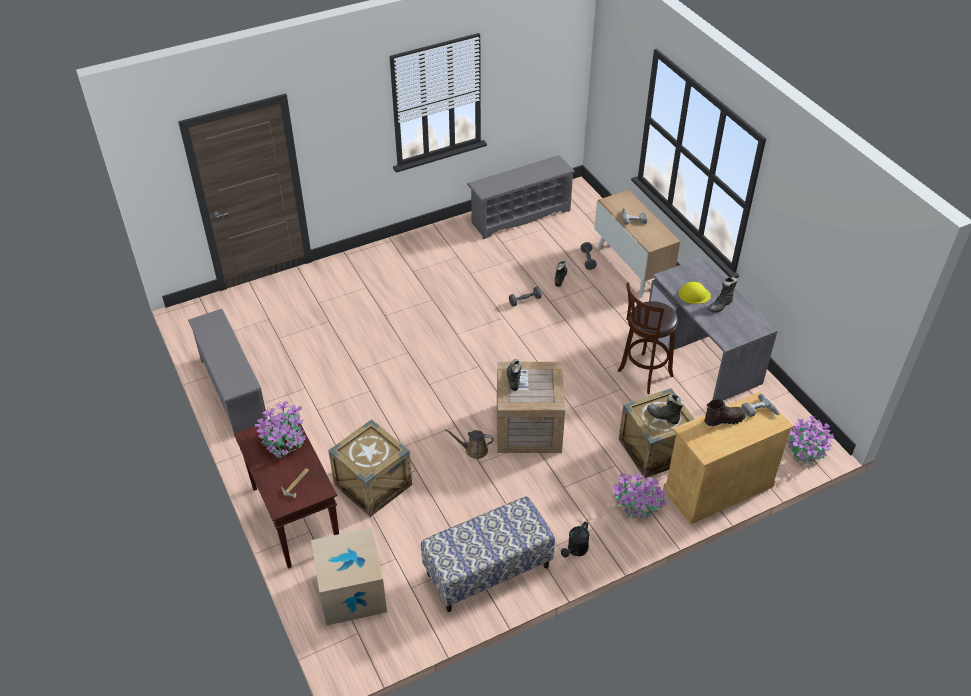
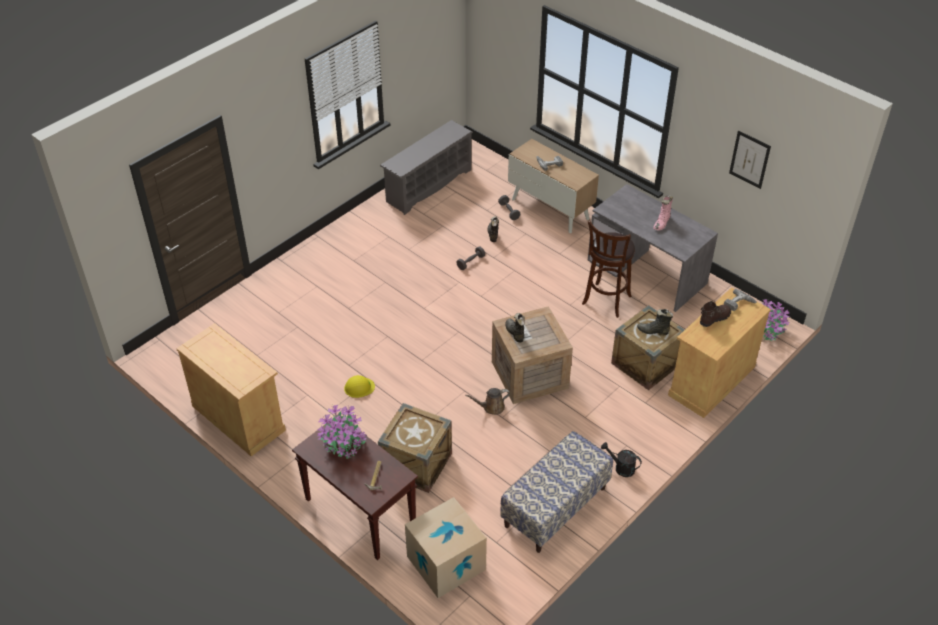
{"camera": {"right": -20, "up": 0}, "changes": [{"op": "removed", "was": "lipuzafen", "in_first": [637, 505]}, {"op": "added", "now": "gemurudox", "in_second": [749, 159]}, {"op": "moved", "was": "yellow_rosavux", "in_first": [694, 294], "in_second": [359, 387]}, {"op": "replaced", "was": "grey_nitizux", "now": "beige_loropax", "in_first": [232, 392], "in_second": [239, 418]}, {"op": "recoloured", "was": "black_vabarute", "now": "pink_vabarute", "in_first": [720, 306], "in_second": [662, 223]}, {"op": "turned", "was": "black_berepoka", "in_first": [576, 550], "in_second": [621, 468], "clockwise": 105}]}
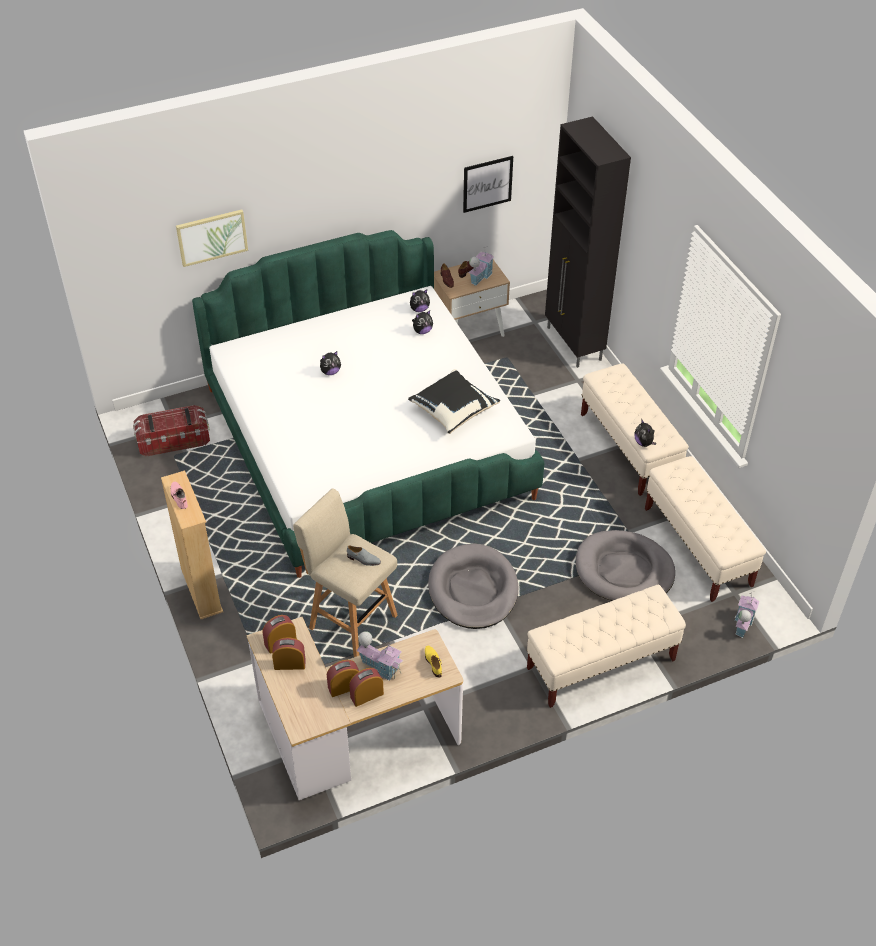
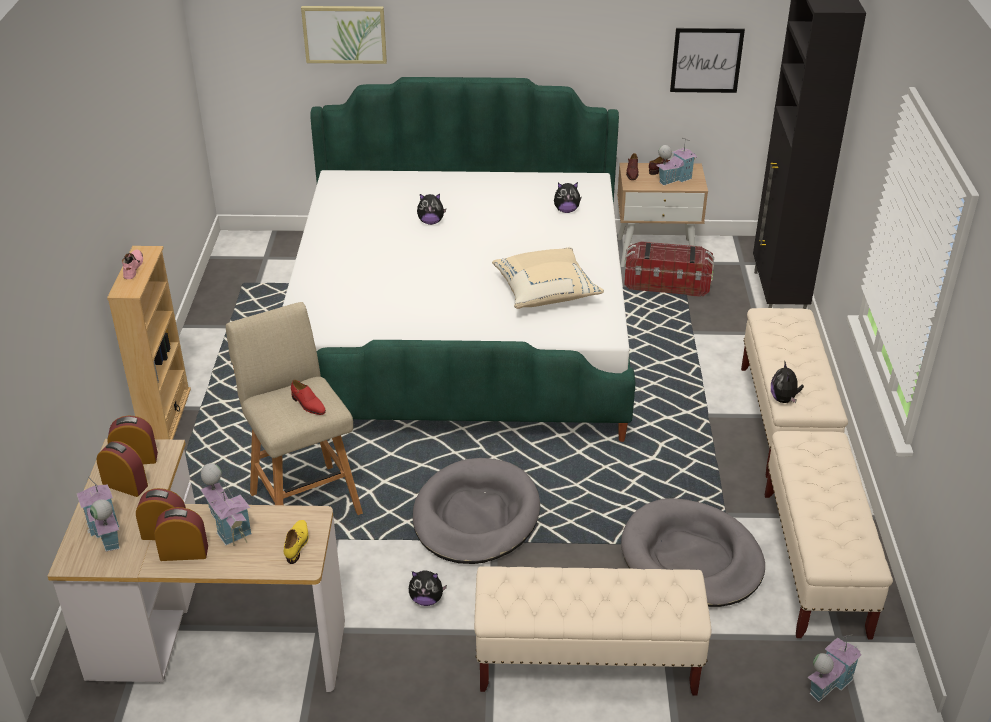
{"camera": {"right": 25, "up": -10}, "changes": [{"op": "added", "now": "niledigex", "in_second": [105, 533]}, {"op": "moved", "was": "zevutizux", "in_first": [173, 440], "in_second": [666, 283]}, {"op": "moved", "was": "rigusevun", "in_first": [419, 309], "in_second": [426, 599]}, {"op": "recoloured", "was": "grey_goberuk", "now": "red_goberuk", "in_first": [363, 560], "in_second": [308, 405]}, {"op": "recoloured", "was": "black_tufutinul", "now": "beige_tufutinul", "in_first": [453, 410], "in_second": [545, 292]}]}
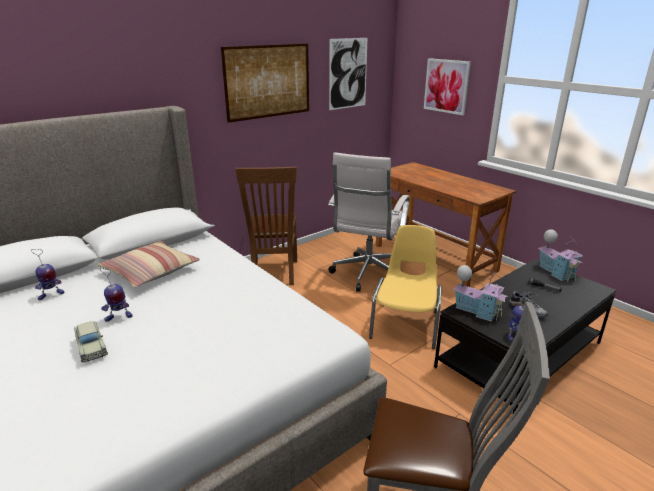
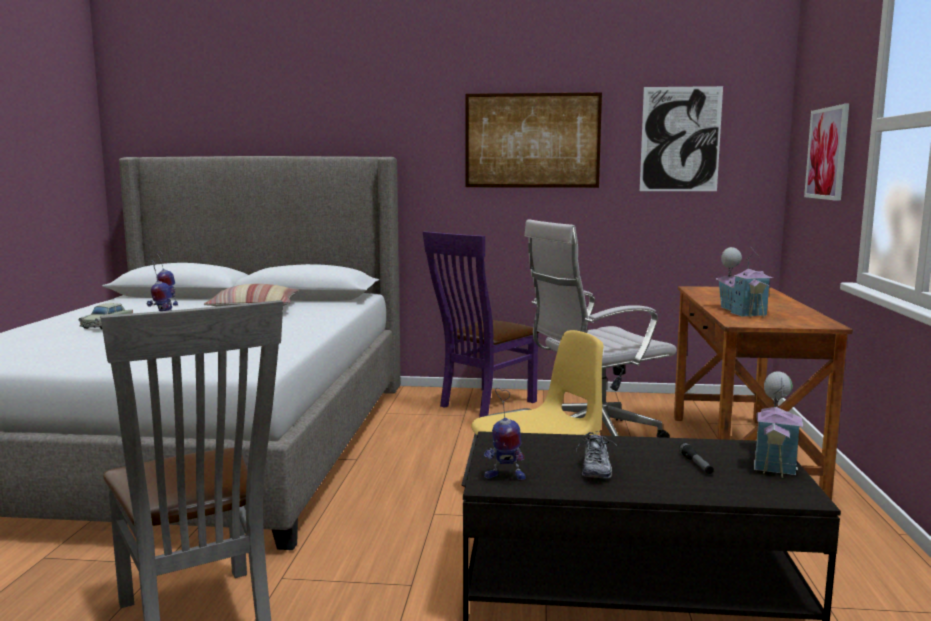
{"camera": {"right": 45, "up": -15}, "changes": [{"op": "moved", "was": "niledigex", "in_first": [477, 311], "in_second": [741, 311]}, {"op": "recoloured", "was": "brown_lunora", "now": "purple_lunora", "in_first": [274, 274], "in_second": [483, 404]}]}
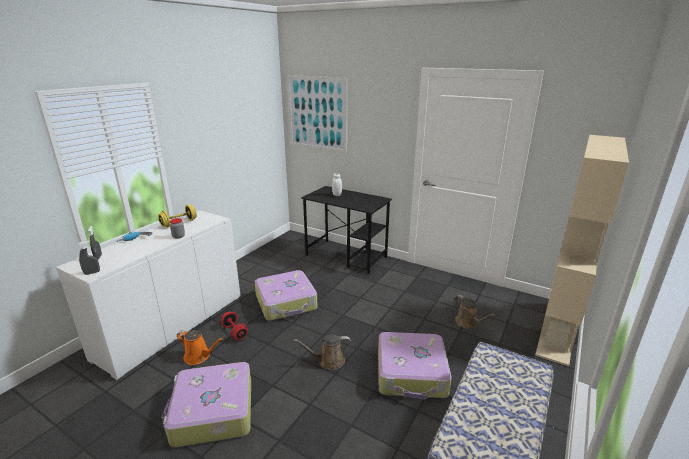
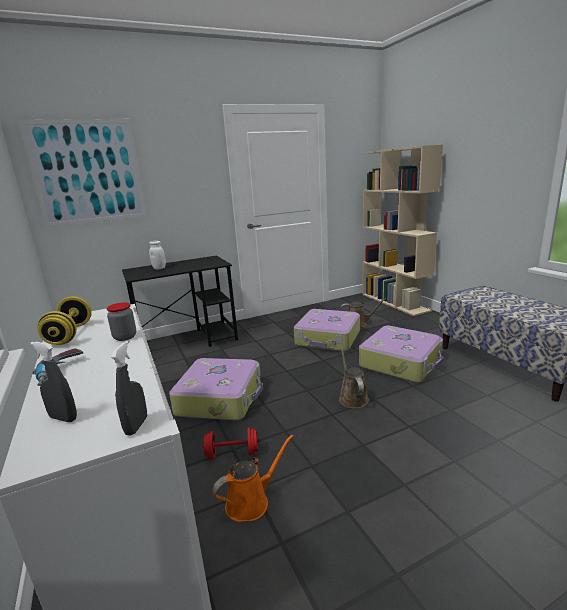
{"camera": {"right": -55, "up": -5}, "changes": [{"op": "moved", "was": "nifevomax", "in_first": [212, 412], "in_second": [328, 338]}, {"op": "turned", "was": "brown_berepoka", "in_first": [328, 361], "in_second": [352, 398], "clockwise": 150}]}
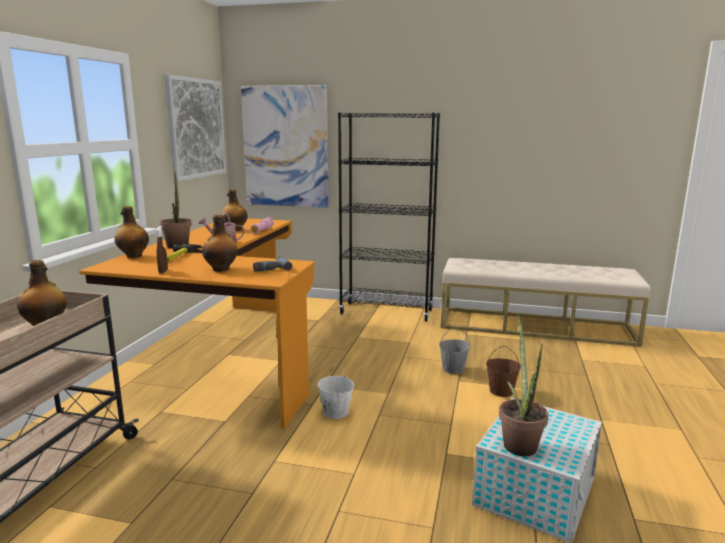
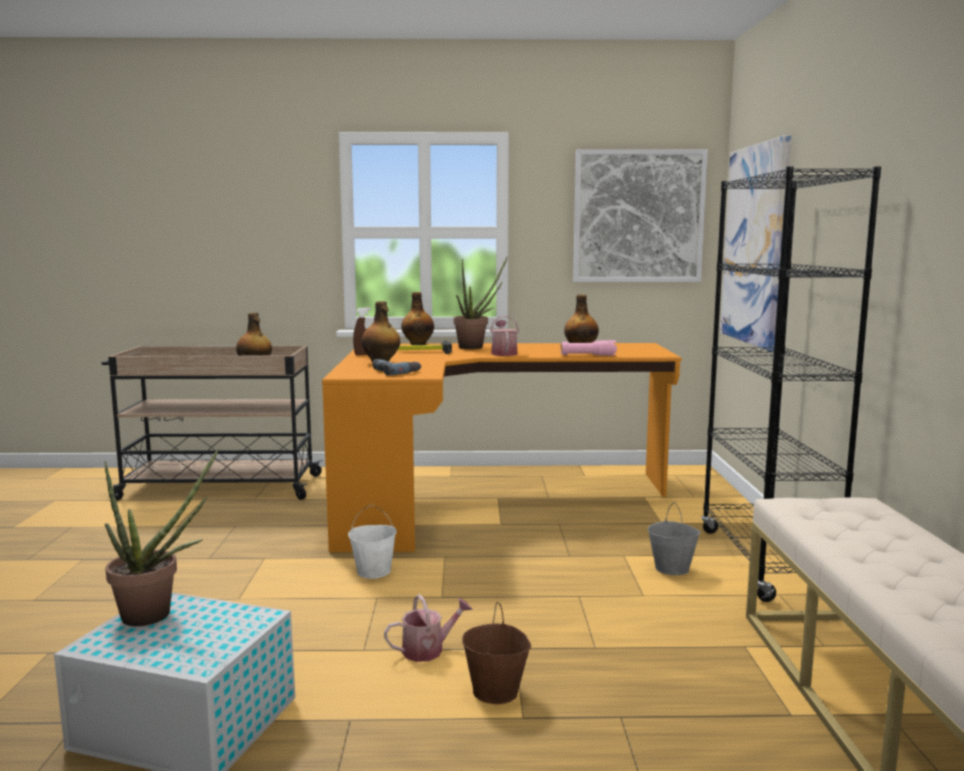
{"camera": {"right": 75, "up": -5}, "changes": [{"op": "added", "now": "berepoka", "in_second": [428, 650]}, {"op": "moved", "was": "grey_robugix", "in_first": [453, 369], "in_second": [672, 569]}]}
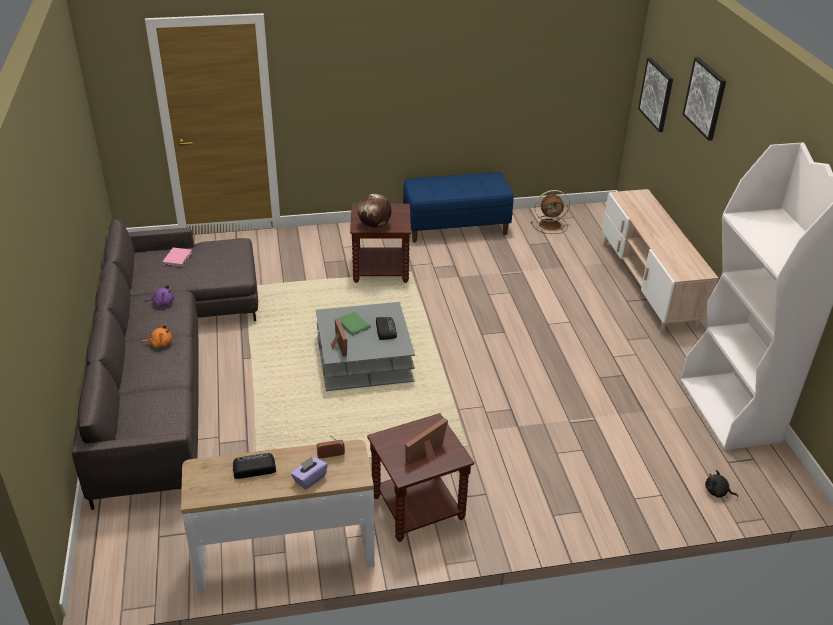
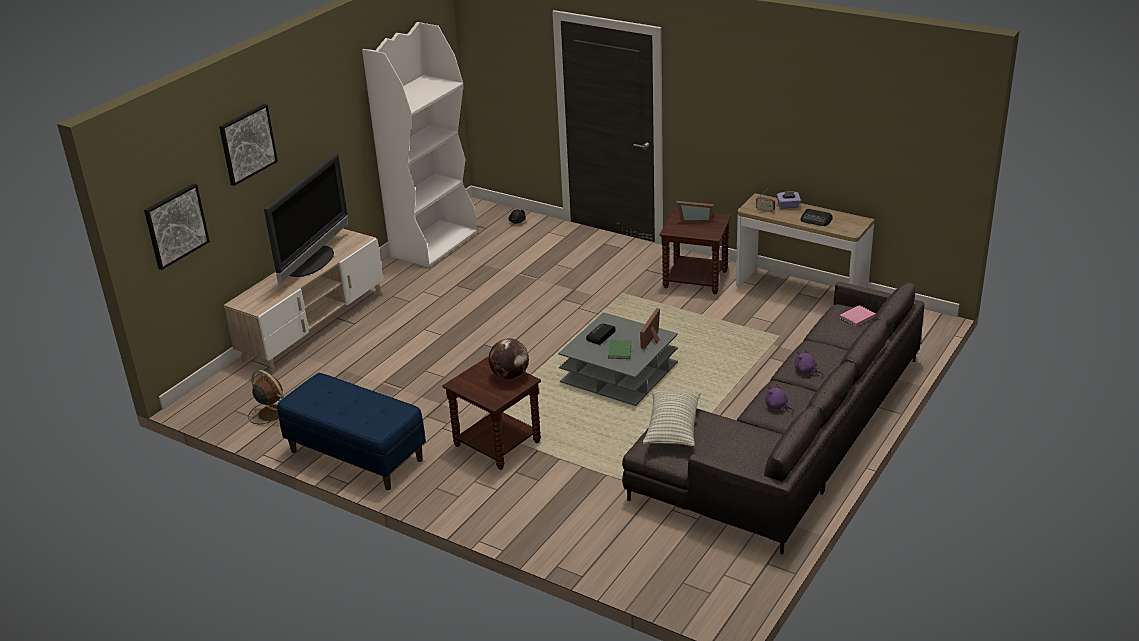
{"camera": {"right": -135, "up": -5}, "changes": [{"op": "added", "now": "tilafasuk", "in_second": [313, 262]}, {"op": "added", "now": "tufutinul", "in_second": [672, 428]}, {"op": "moved", "was": "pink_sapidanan", "in_first": [178, 258], "in_second": [856, 317]}, {"op": "recoloured", "was": "orange_rigusevun", "now": "purple_rigusevun", "in_first": [160, 343], "in_second": [806, 371]}]}
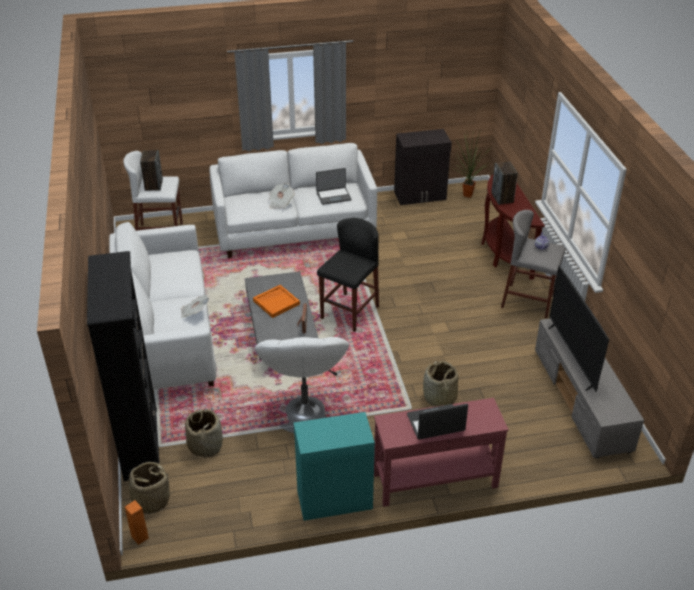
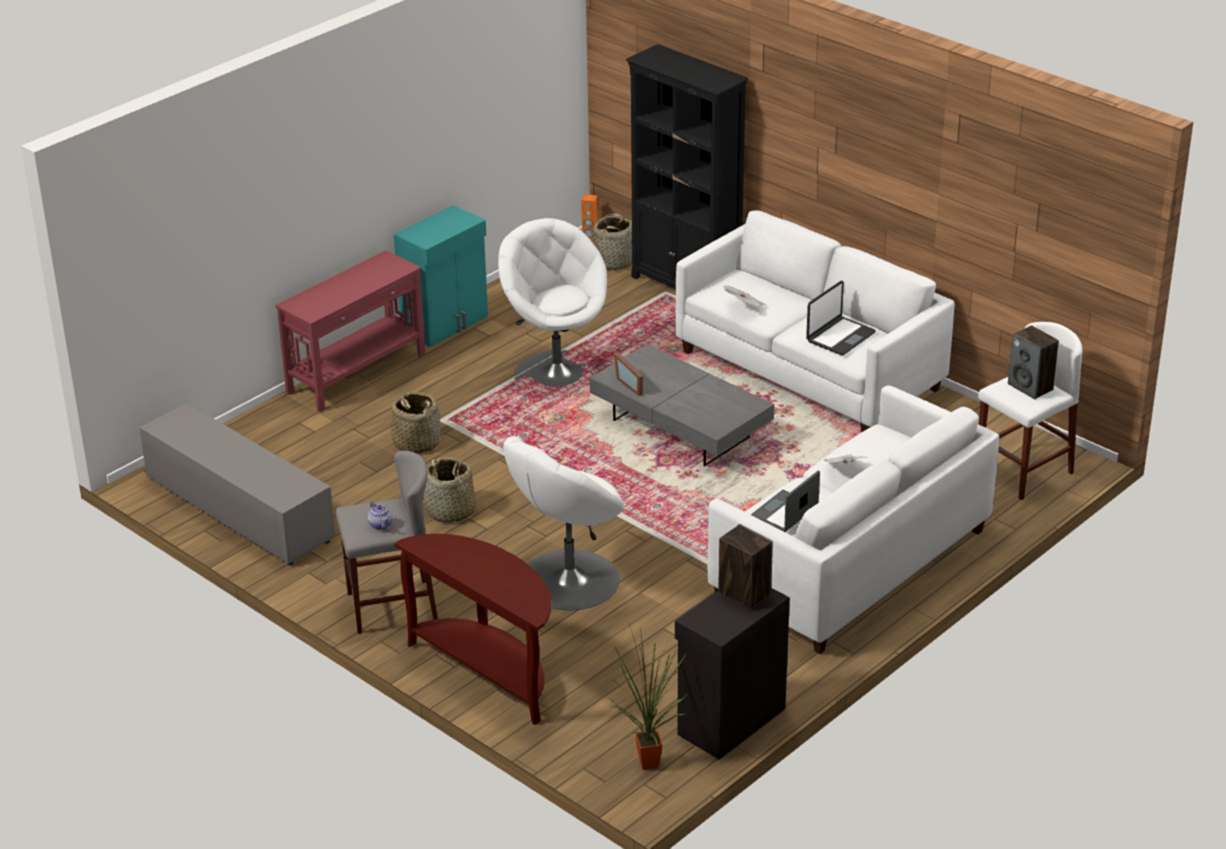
{"camera": {"right": 145, "up": -5}, "changes": [{"op": "removed", "was": "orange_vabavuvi", "in_first": [276, 302]}, {"op": "removed", "was": "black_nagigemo", "in_first": [349, 312]}, {"op": "removed", "was": "tilafasuk", "in_first": [572, 357]}, {"op": "added", "now": "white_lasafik", "in_second": [568, 580]}, {"op": "moved", "was": "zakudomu", "in_first": [205, 445], "in_second": [451, 511]}, {"op": "moved", "was": "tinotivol", "in_first": [436, 423], "in_second": [840, 337]}, {"op": "moved", "was": "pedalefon", "in_first": [502, 198], "in_second": [743, 594]}]}
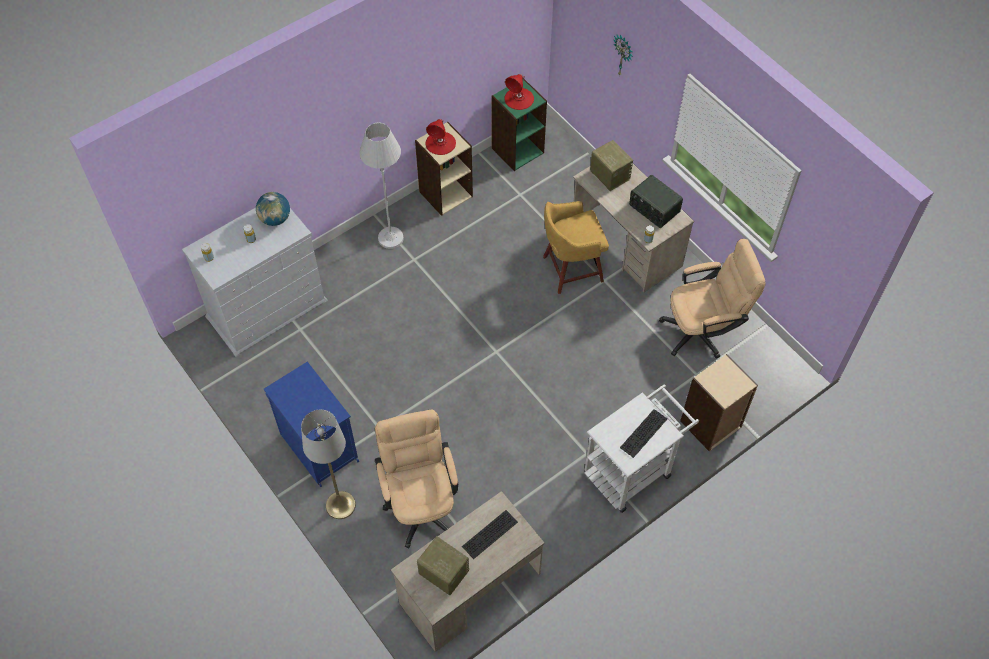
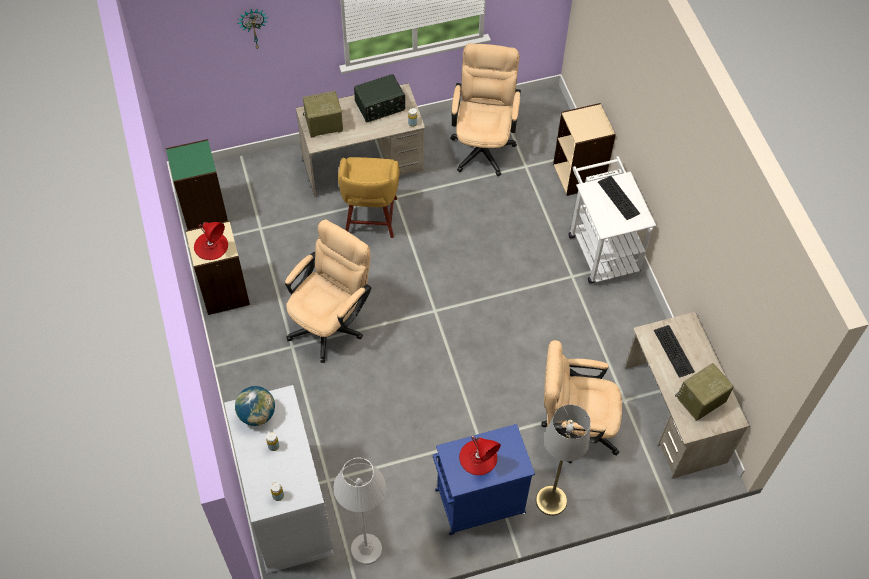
{"camera": {"right": -70, "up": 0}, "changes": [{"op": "added", "now": "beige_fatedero", "in_second": [331, 322]}, {"op": "moved", "was": "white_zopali", "in_first": [390, 238], "in_second": [366, 549]}, {"op": "moved", "was": "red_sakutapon", "in_first": [519, 98], "in_second": [478, 457]}]}
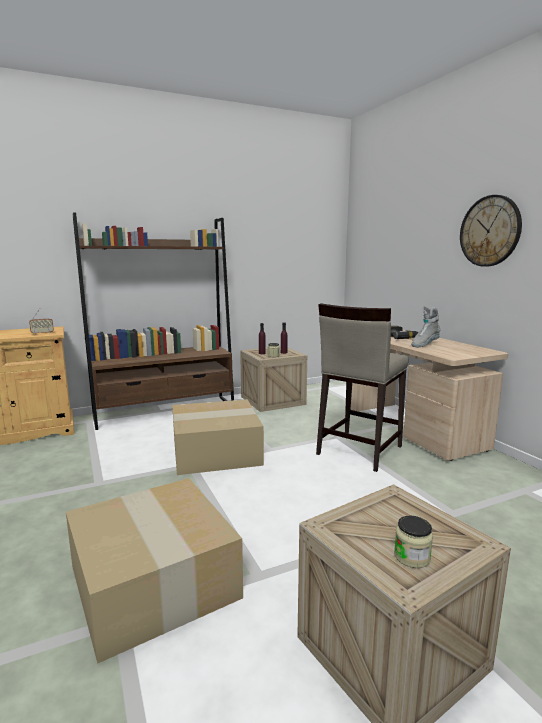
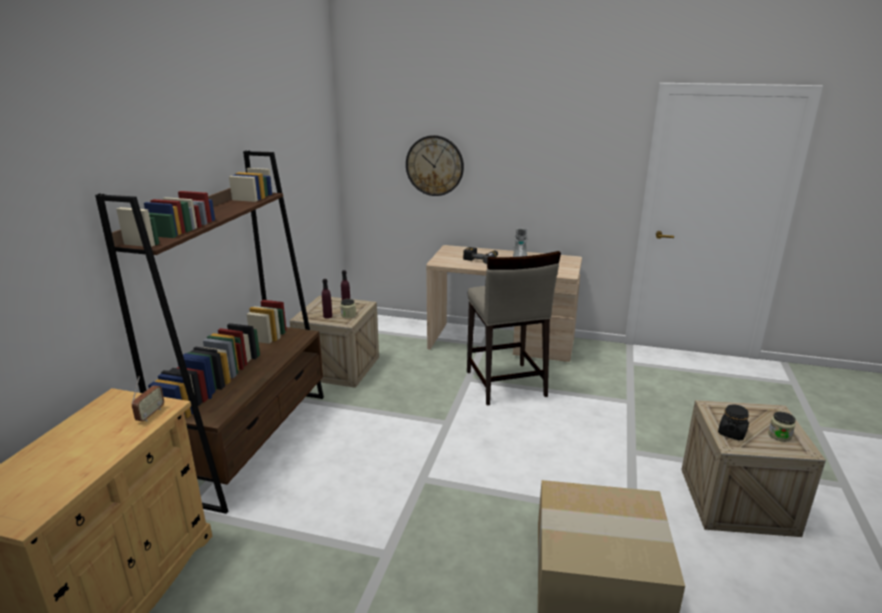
{"camera": {"right": -50, "up": 10}, "changes": [{"op": "removed", "was": "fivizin", "in_first": [217, 451]}, {"op": "added", "now": "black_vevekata", "in_second": [732, 433]}, {"op": "moved", "was": "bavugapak", "in_first": [490, 231], "in_second": [434, 165]}]}
